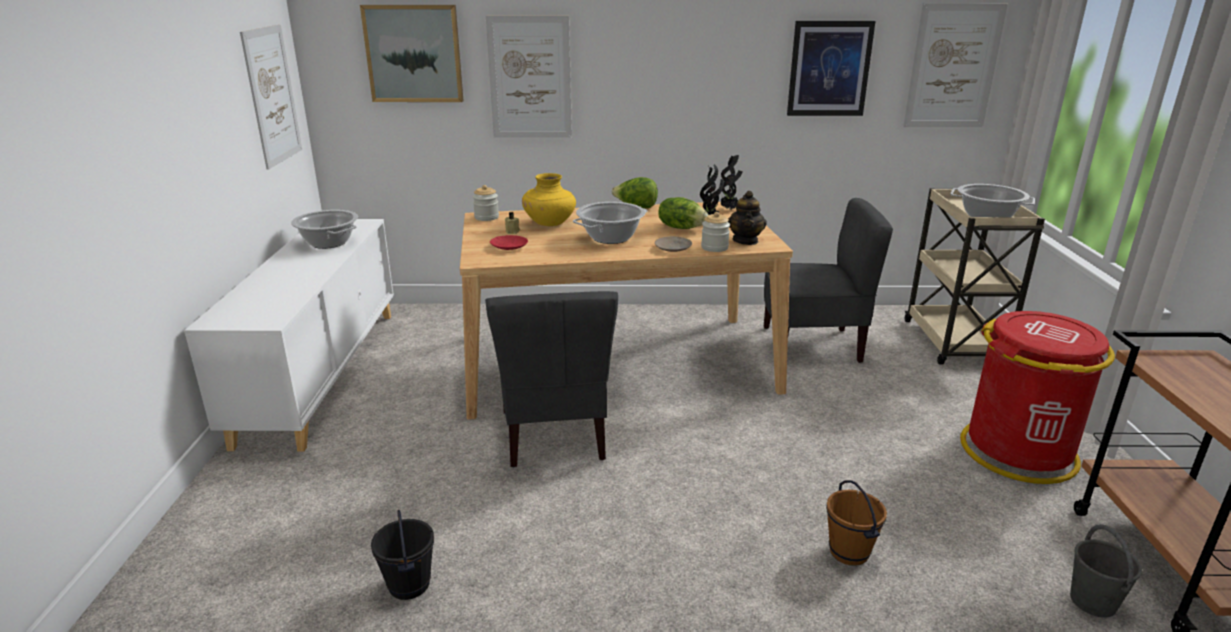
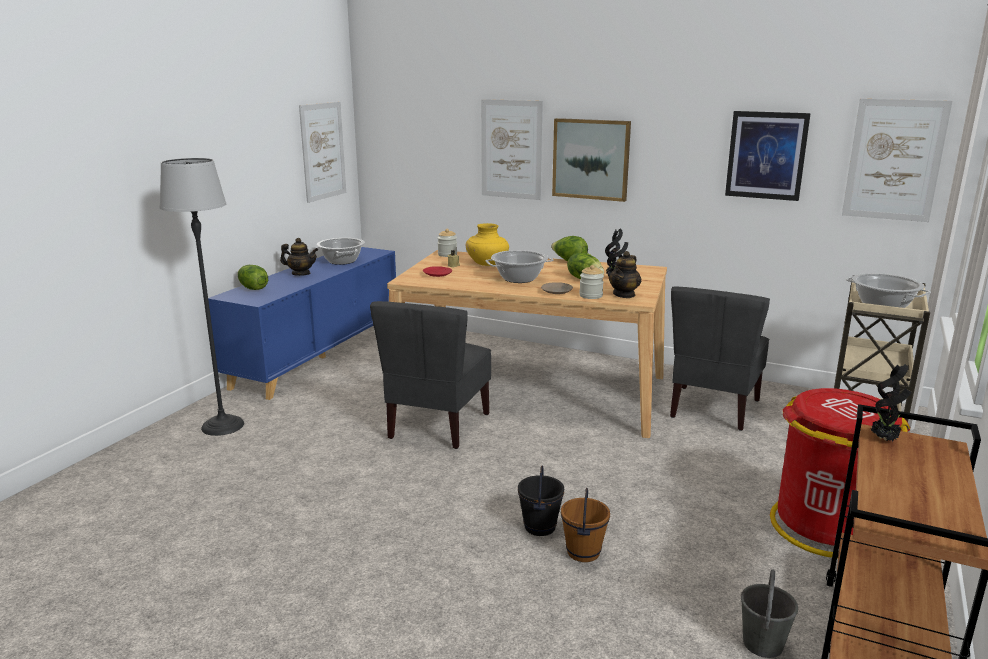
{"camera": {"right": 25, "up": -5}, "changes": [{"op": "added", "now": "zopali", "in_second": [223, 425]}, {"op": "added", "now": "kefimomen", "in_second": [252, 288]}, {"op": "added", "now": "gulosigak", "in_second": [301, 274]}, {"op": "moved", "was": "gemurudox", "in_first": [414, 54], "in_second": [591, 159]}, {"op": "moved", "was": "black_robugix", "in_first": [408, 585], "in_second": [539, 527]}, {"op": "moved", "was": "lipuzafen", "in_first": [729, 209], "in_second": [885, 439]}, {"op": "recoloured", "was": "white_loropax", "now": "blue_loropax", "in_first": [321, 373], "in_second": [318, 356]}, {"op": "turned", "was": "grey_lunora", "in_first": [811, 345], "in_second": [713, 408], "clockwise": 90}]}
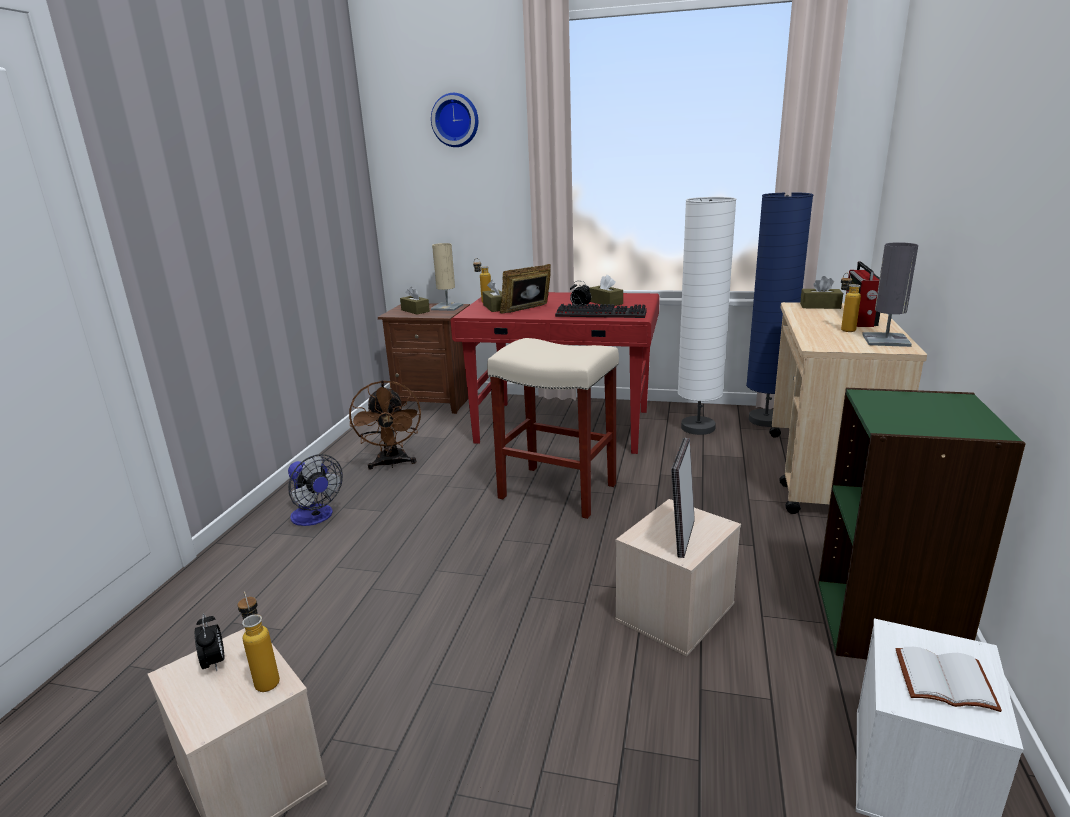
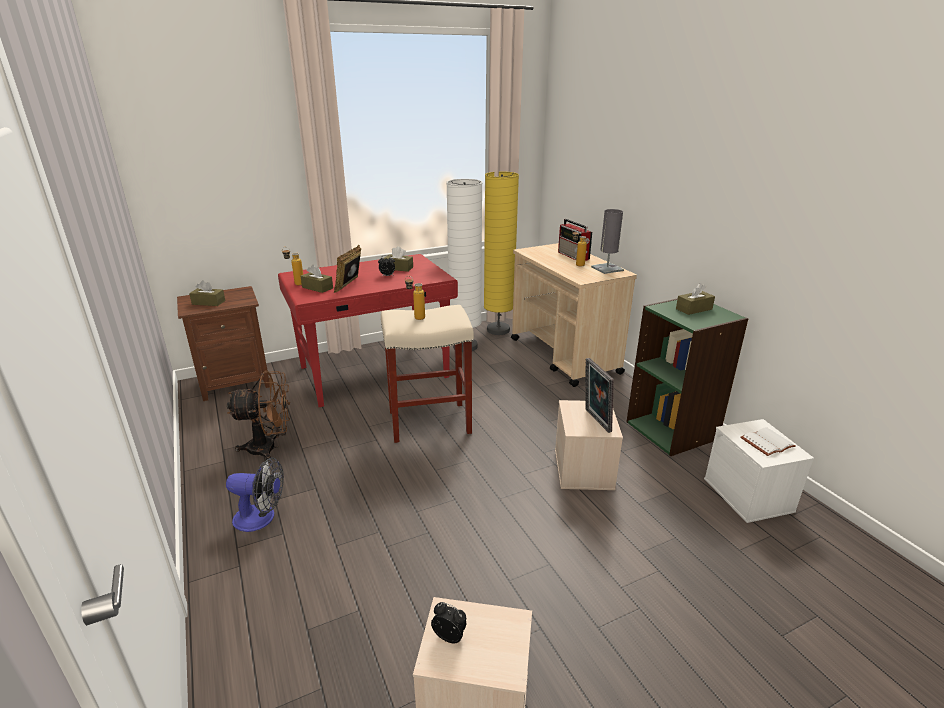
{"camera": {"right": -40, "up": 5}, "changes": [{"op": "removed", "was": "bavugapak", "in_first": [456, 120]}, {"op": "removed", "was": "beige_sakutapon", "in_first": [447, 307]}, {"op": "removed", "was": "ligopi", "in_first": [602, 314]}, {"op": "moved", "was": "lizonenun", "in_first": [265, 678], "in_second": [415, 317]}, {"op": "moved", "was": "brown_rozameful", "in_first": [820, 306], "in_second": [694, 309]}, {"op": "recoloured", "was": "blue_zopali", "now": "yellow_zopali", "in_first": [765, 420], "in_second": [498, 330]}, {"op": "turned", "was": "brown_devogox", "in_first": [392, 464], "in_second": [269, 448], "clockwise": -45}]}
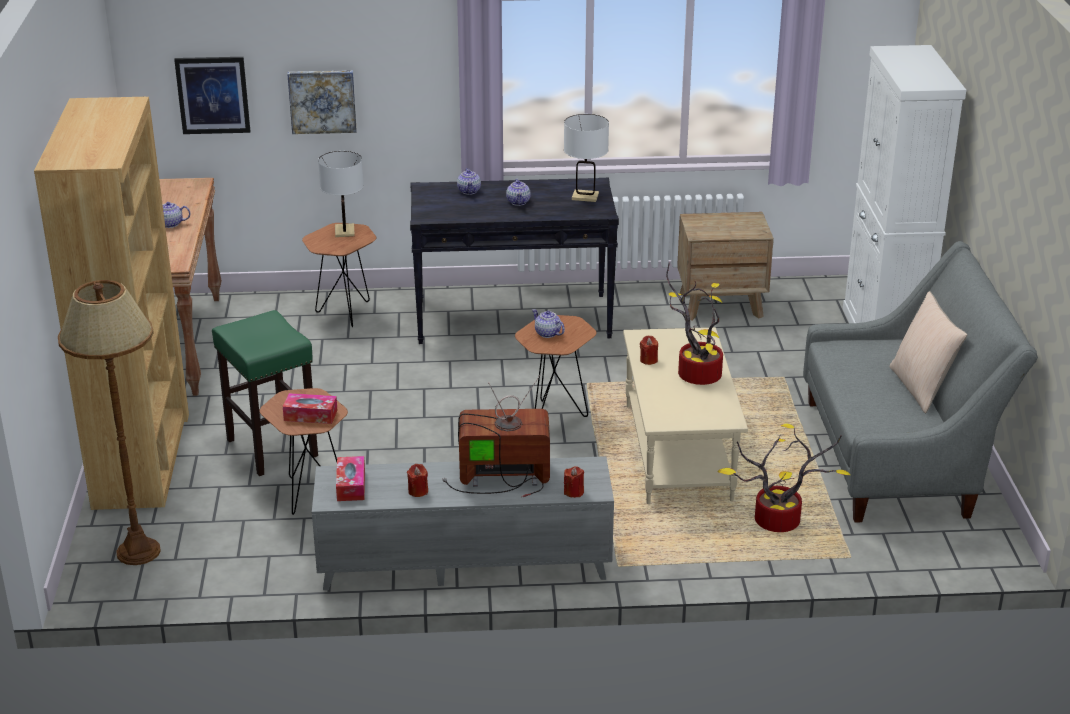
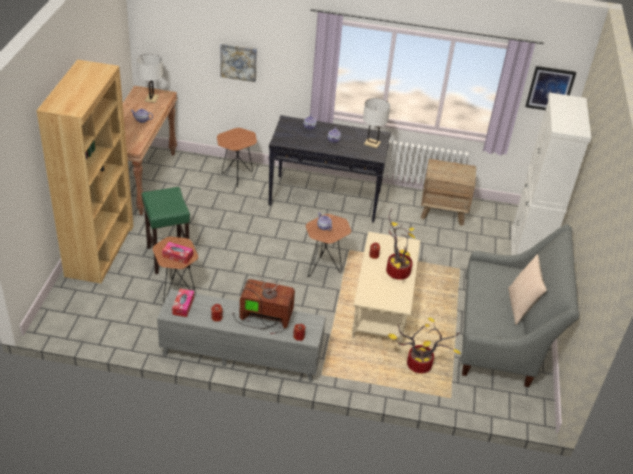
{"camera": {"right": 10, "up": 10}, "changes": [{"op": "removed", "was": "brown_zopali", "in_first": [139, 552]}, {"op": "moved", "was": "gemurudox", "in_first": [213, 95], "in_second": [550, 89]}, {"op": "moved", "was": "white_sakutapon", "in_first": [344, 231], "in_second": [152, 98]}]}
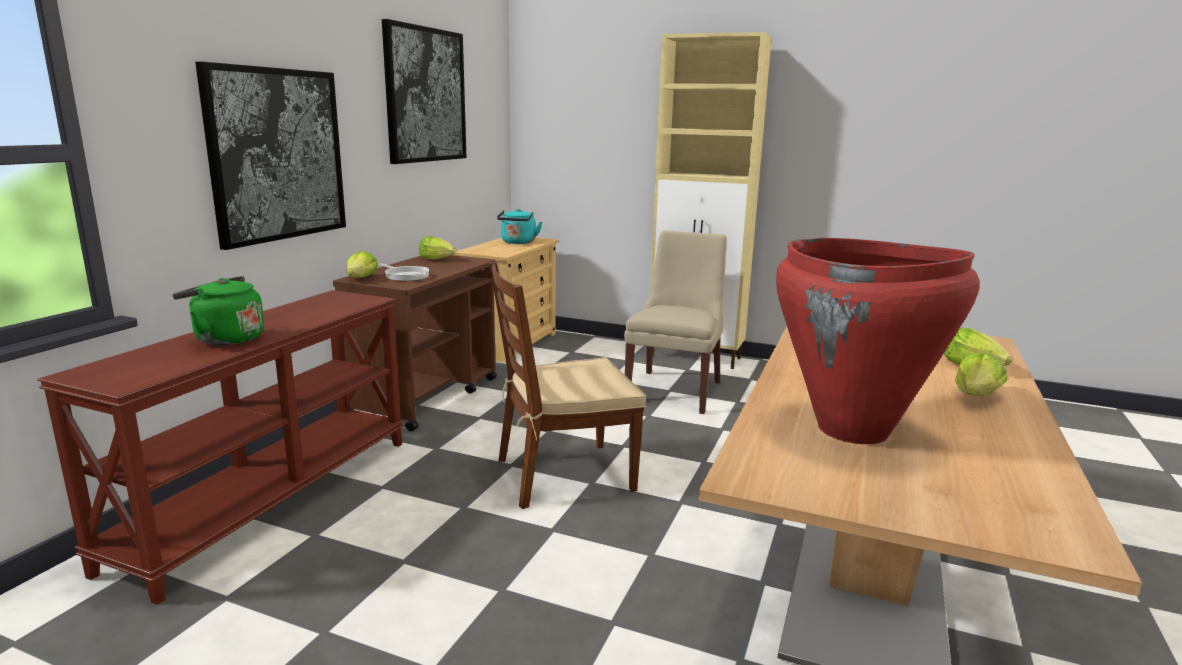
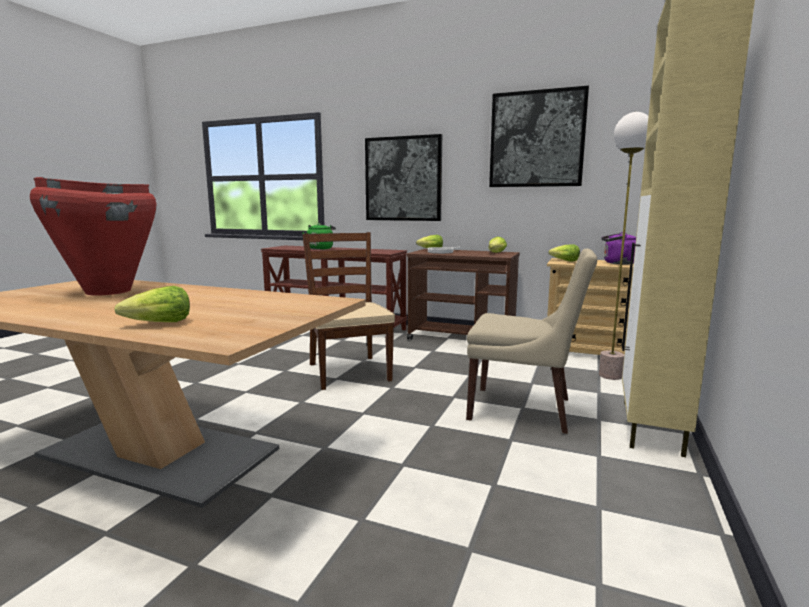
{"camera": {"right": 90, "up": -5}, "changes": [{"op": "added", "now": "zopali", "in_second": [609, 376]}, {"op": "moved", "was": "kefimomen", "in_first": [976, 397], "in_second": [564, 261]}, {"op": "recoloured", "was": "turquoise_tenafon", "now": "purple_tenafon", "in_first": [518, 242], "in_second": [617, 263]}]}
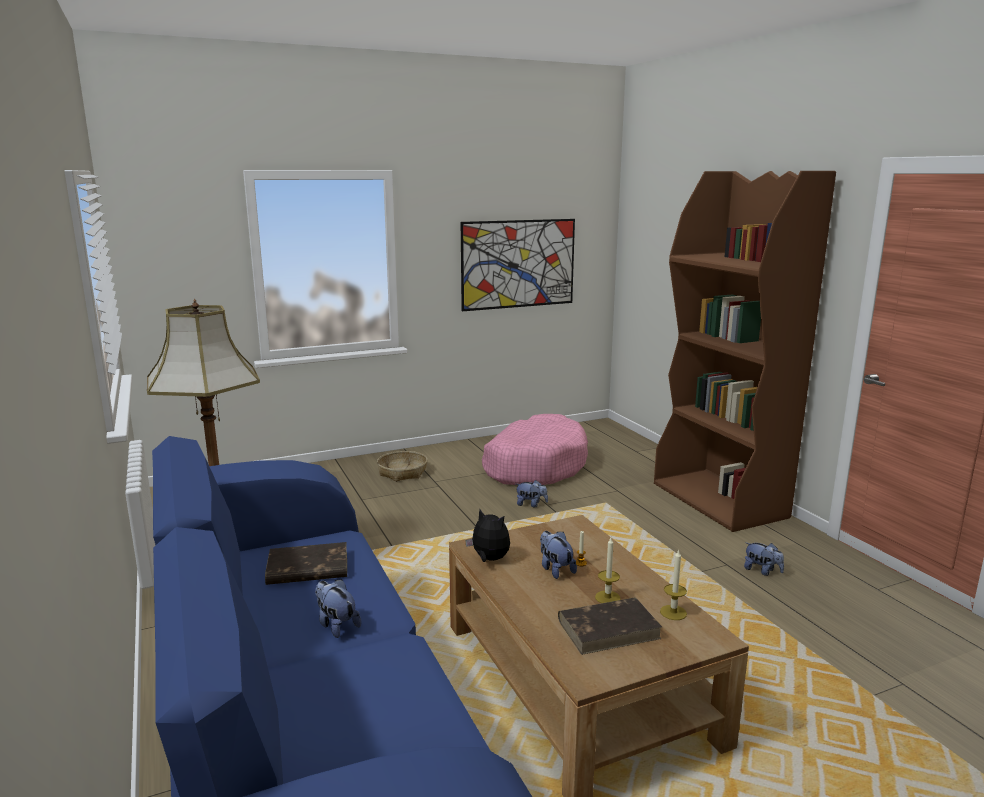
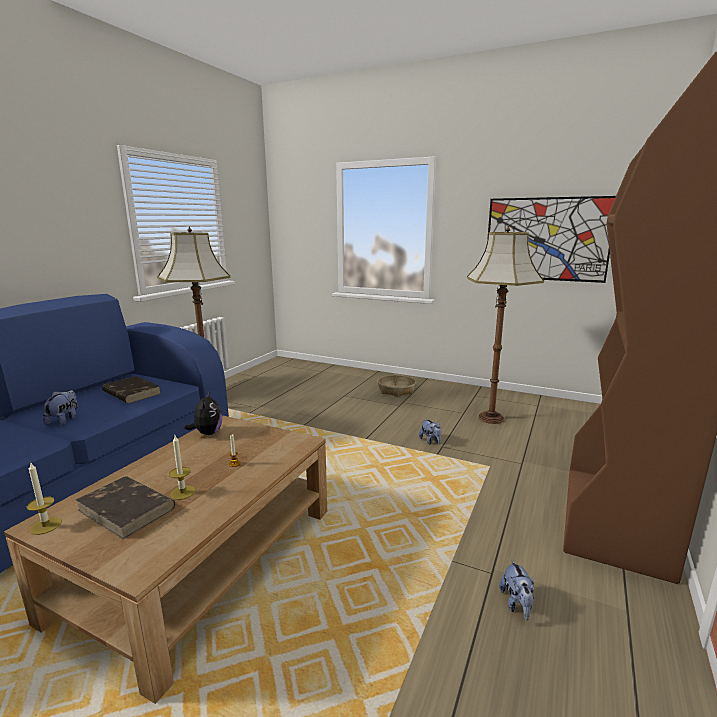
{"camera": {"right": 50, "up": 0}, "changes": [{"op": "removed", "was": "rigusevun", "in_first": [555, 569]}, {"op": "moved", "was": "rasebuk", "in_first": [673, 612], "in_second": [46, 525]}, {"op": "replaced", "was": "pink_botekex", "now": "zopali", "in_first": [534, 465], "in_second": [492, 418]}]}
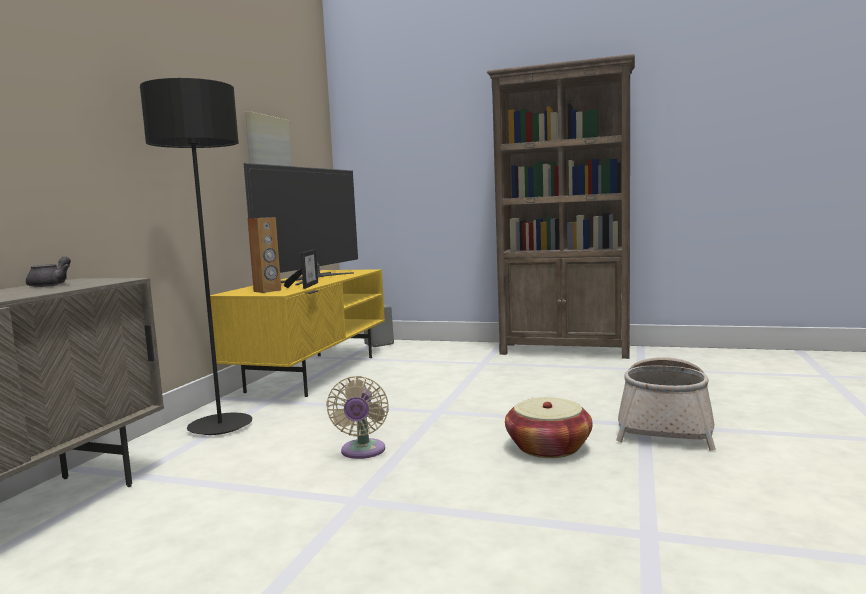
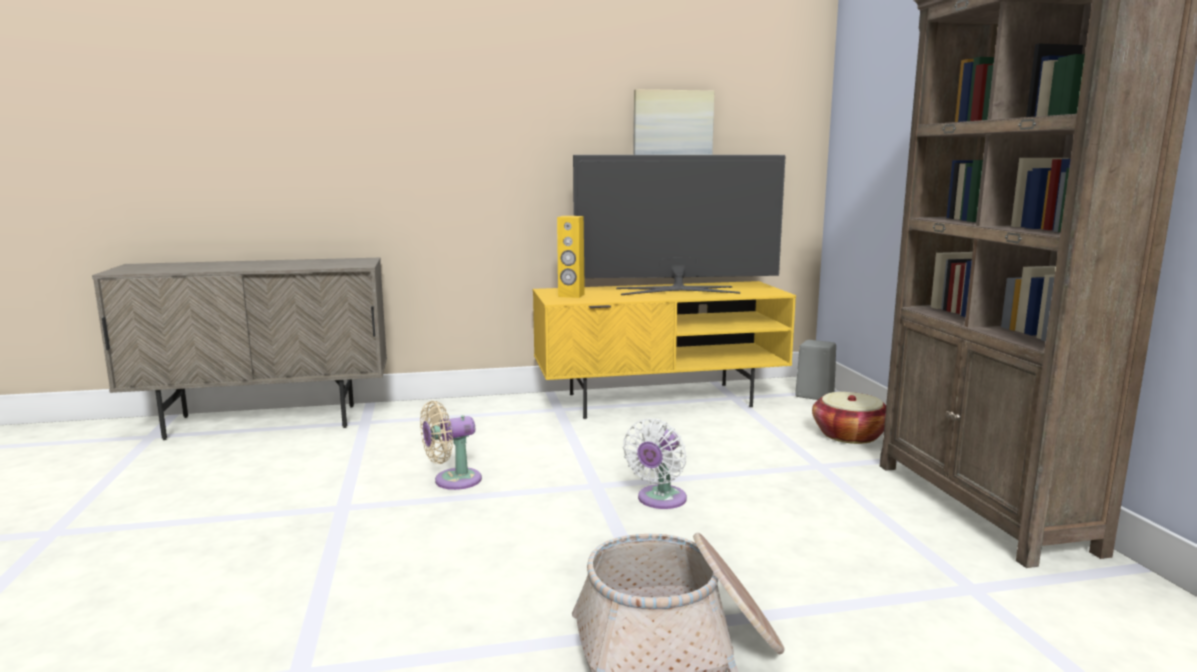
{"camera": {"right": 60, "up": 5}, "changes": [{"op": "removed", "was": "grey_gulosigak", "in_first": [51, 285]}, {"op": "removed", "was": "black_zopali", "in_first": [220, 427]}, {"op": "removed", "was": "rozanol", "in_first": [306, 285]}, {"op": "added", "now": "white_devogox", "in_second": [659, 500]}, {"op": "moved", "was": "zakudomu", "in_first": [548, 447], "in_second": [849, 435]}, {"op": "recoloured", "was": "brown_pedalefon", "now": "yellow_pedalefon", "in_first": [267, 291], "in_second": [571, 295]}]}
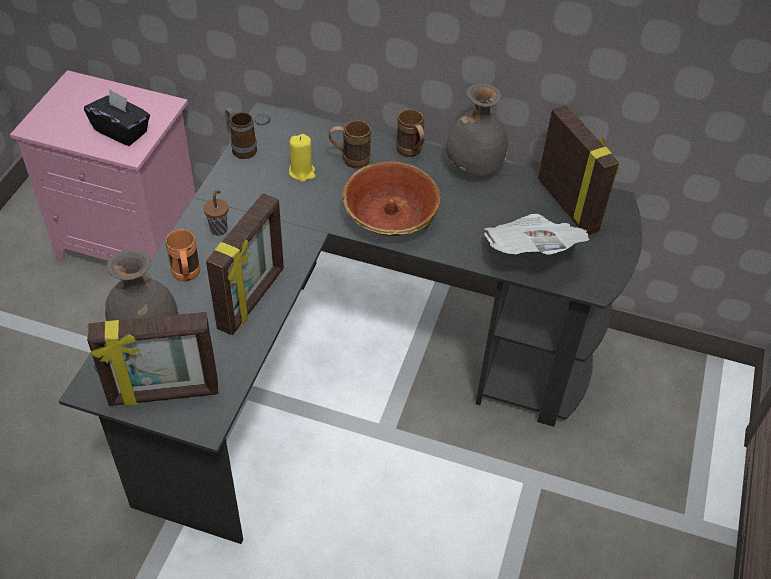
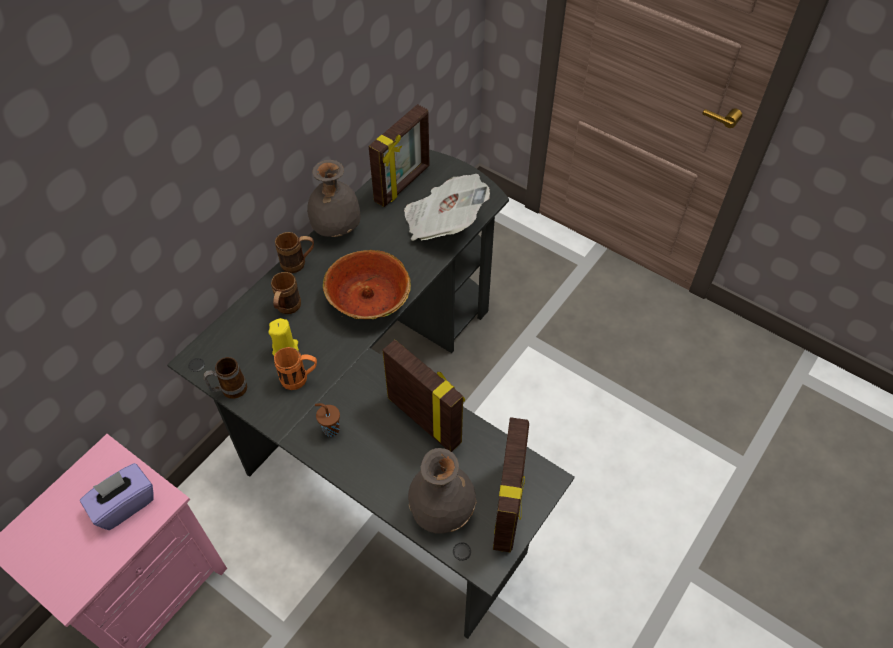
{"camera": {"right": -70, "up": 5}, "changes": [{"op": "moved", "was": "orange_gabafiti", "in_first": [186, 276], "in_second": [300, 380]}, {"op": "recoloured", "was": "black_rozameful", "now": "purple_rozameful", "in_first": [121, 131], "in_second": [124, 504]}, {"op": "turned", "was": "rozanol", "in_first": [569, 204], "in_second": [403, 184], "clockwise": 135}]}
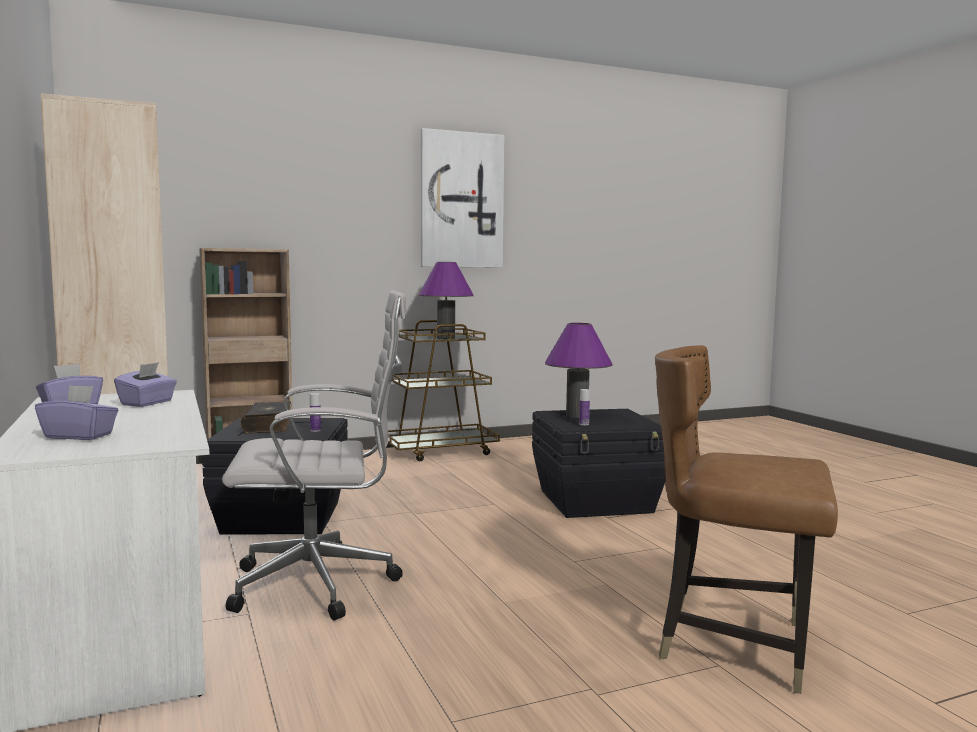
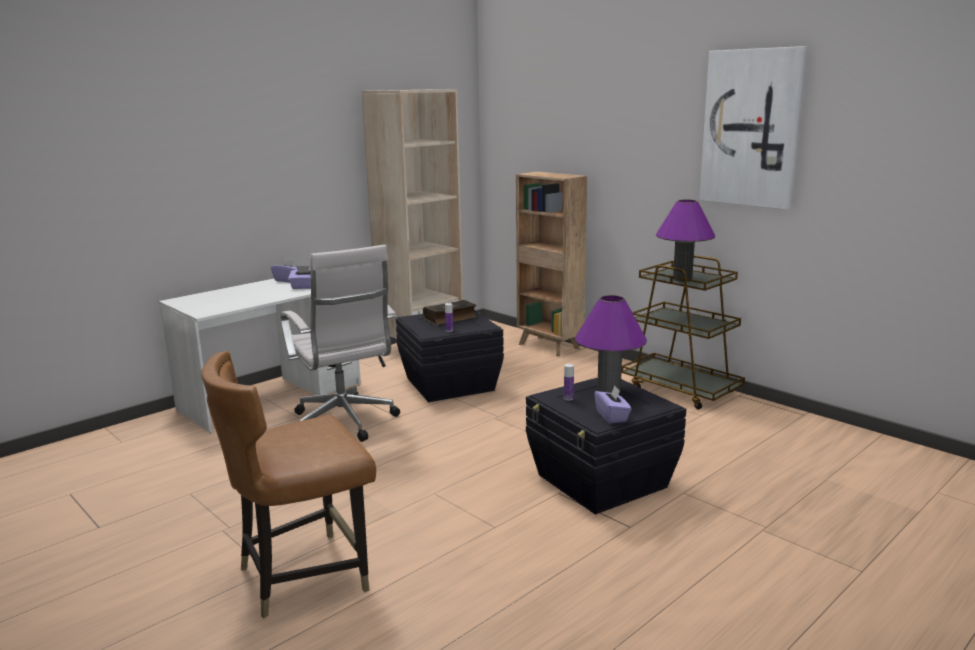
{"camera": {"right": 70, "up": 10}, "changes": [{"op": "moved", "was": "purple_rozameful", "in_first": [79, 436], "in_second": [612, 416]}, {"op": "turned", "was": "brown_lunora", "in_first": [733, 644], "in_second": [303, 575], "clockwise": -120}]}
